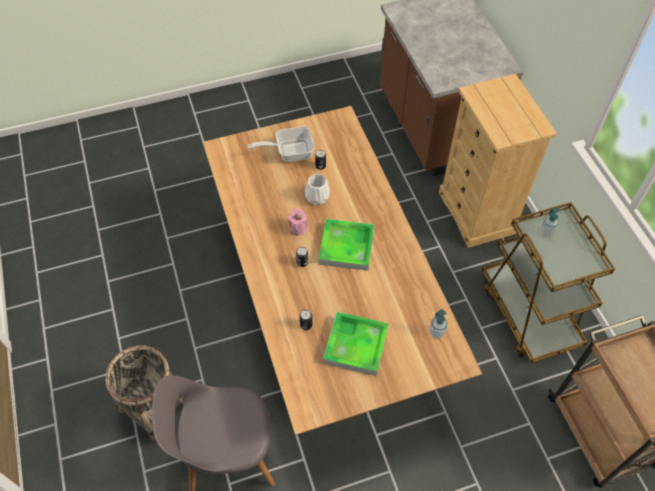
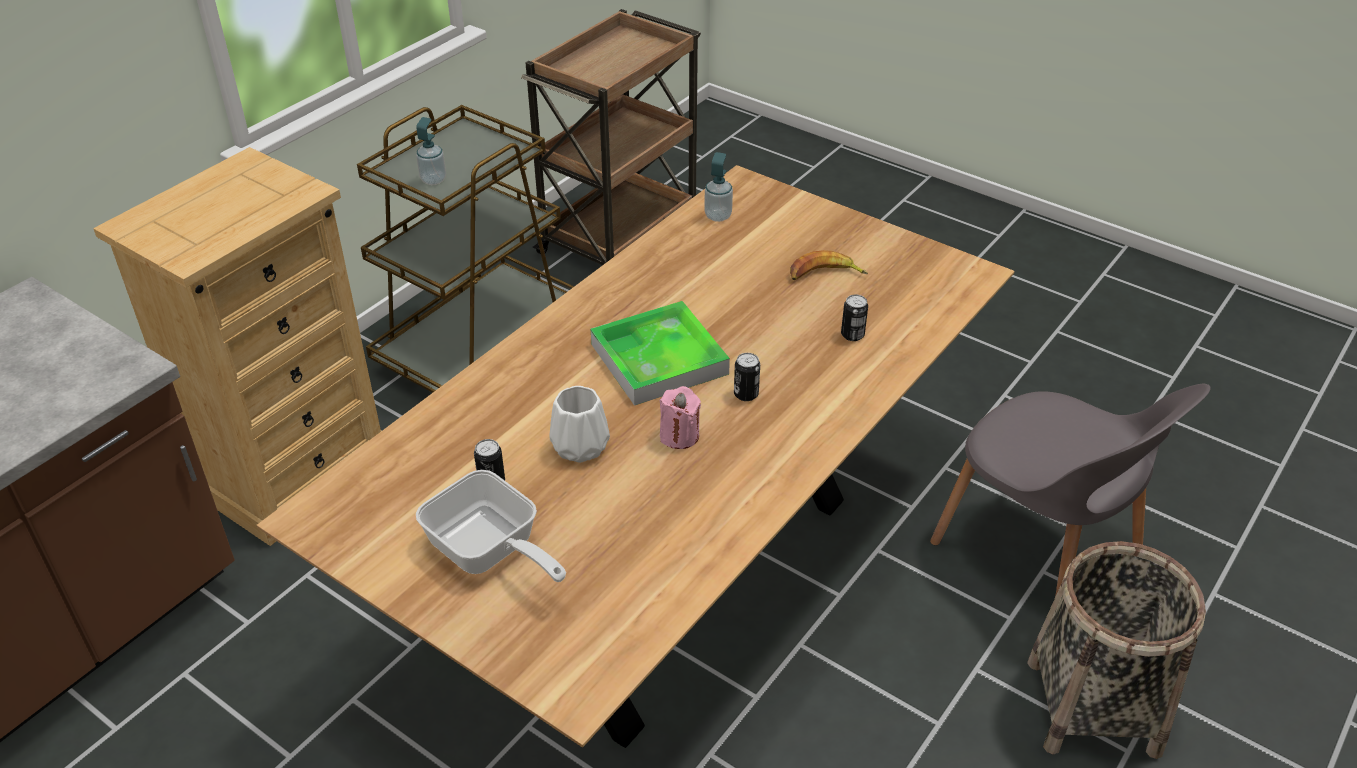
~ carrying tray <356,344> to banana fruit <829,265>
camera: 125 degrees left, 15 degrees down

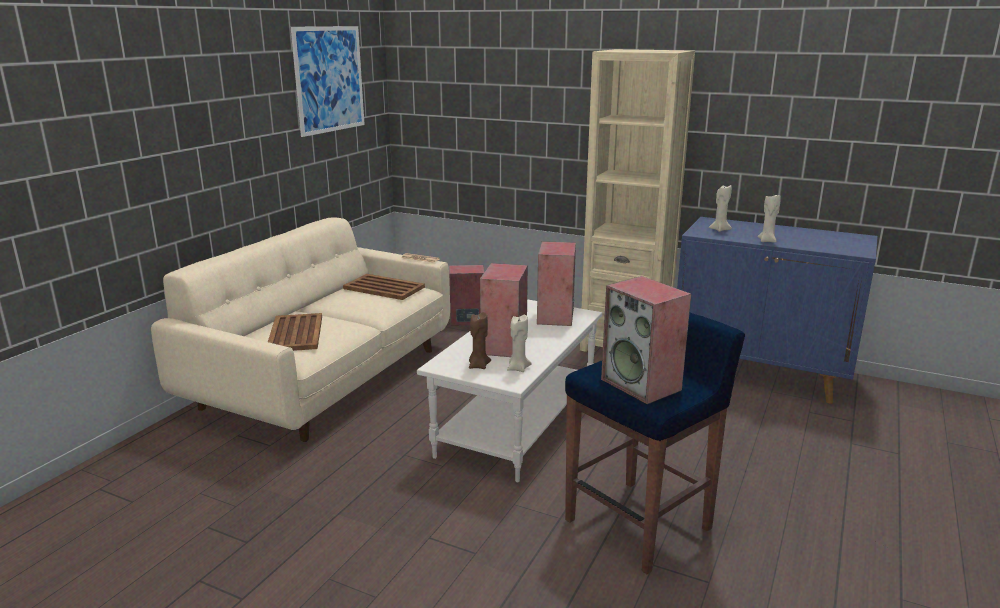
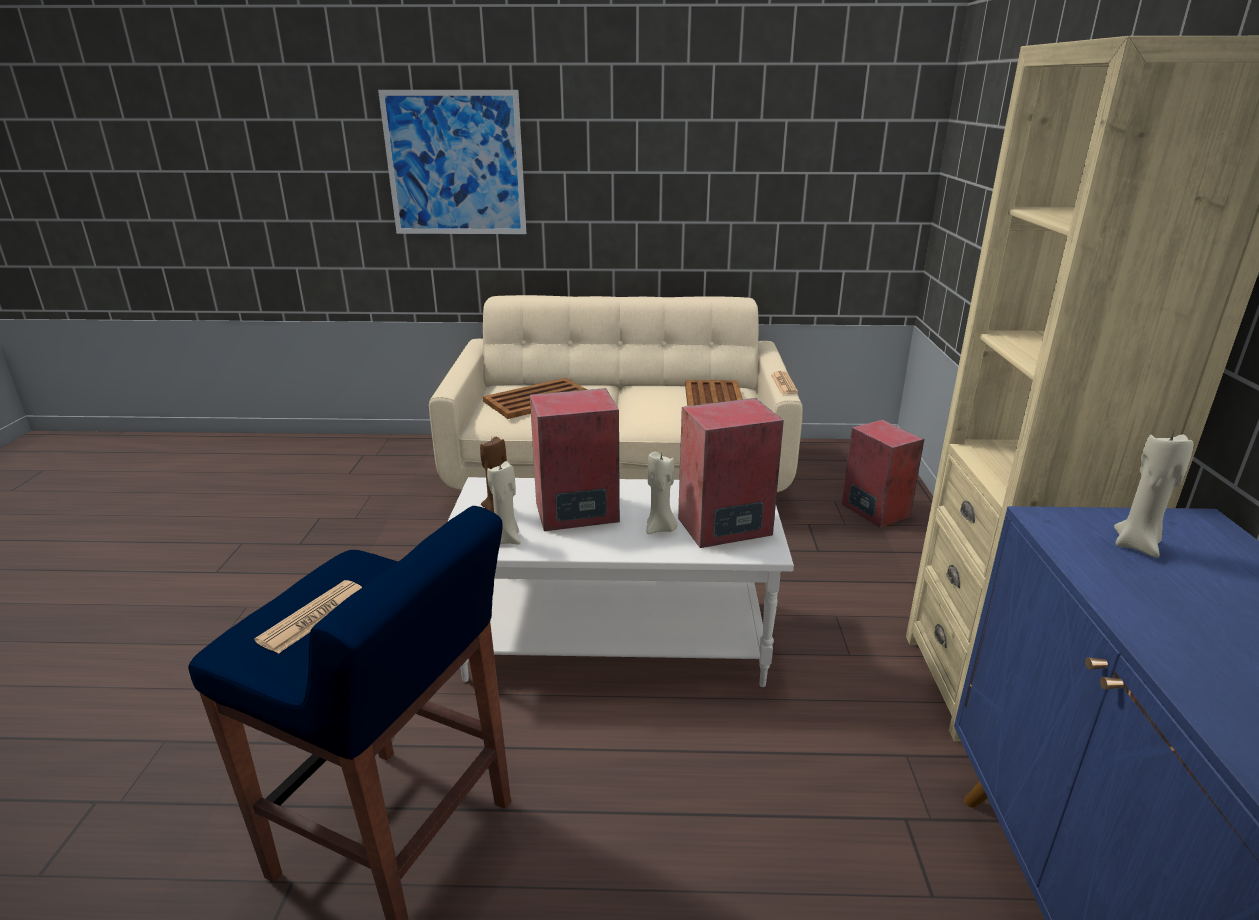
~ picture <328,81> to <452,162>
~ audio speaker <646,340> to newspaper <308,617>
~ sand-coloured candle <769,218> to <662,492>
camera: 65 degrees right, 5 degrees up

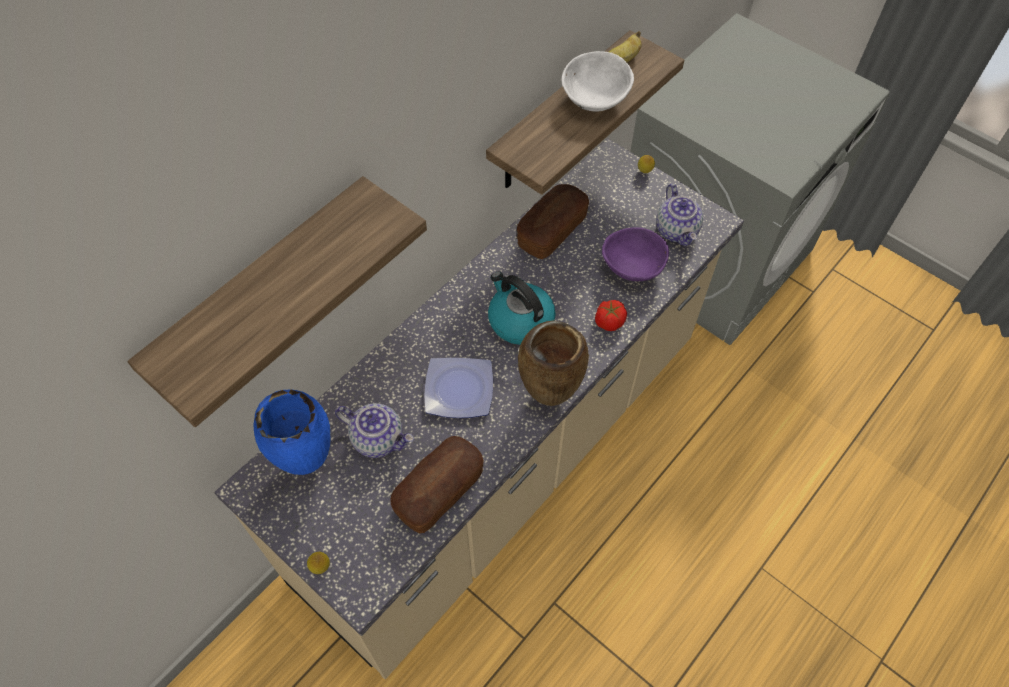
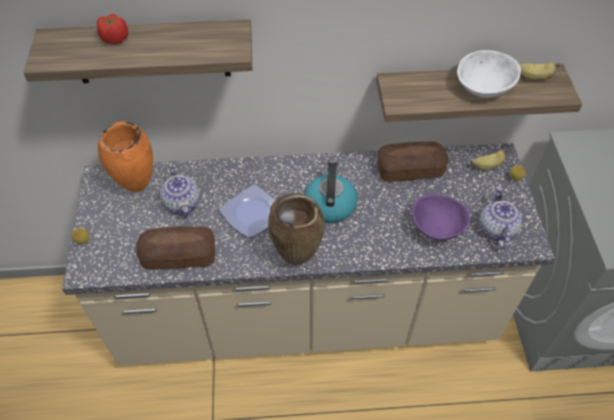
~ blue-coloured vase <292,432> to orange vase <125,156>
~ whole tomato <611,315> to <112,29>
~ tea pot <679,215> = <500,218> 150 degrees clockwise
+ banana fruit <489,159>
camera: 45 degrees right, 5 degrees down

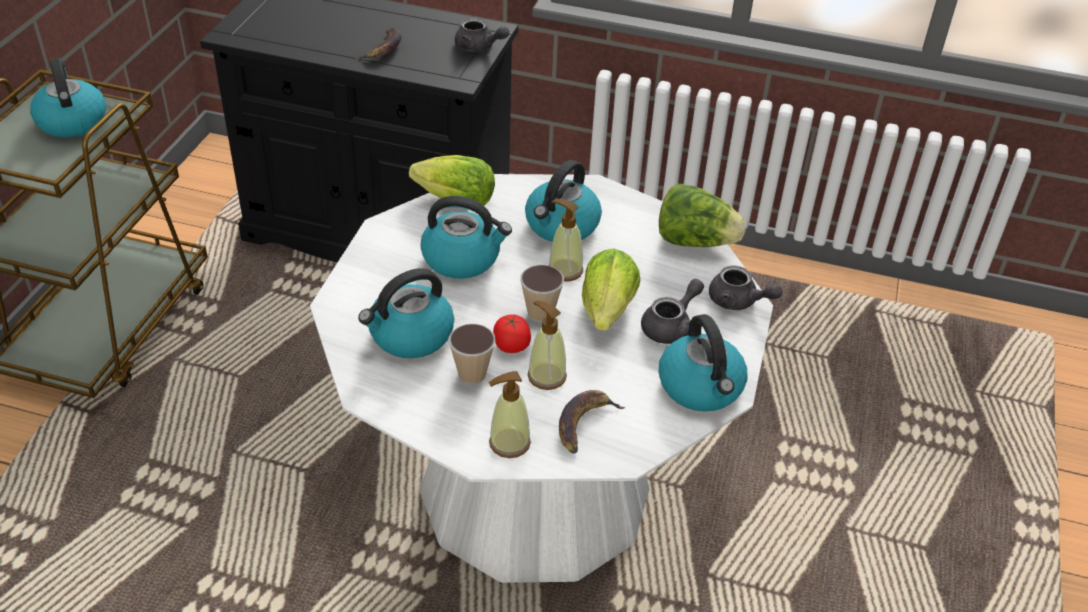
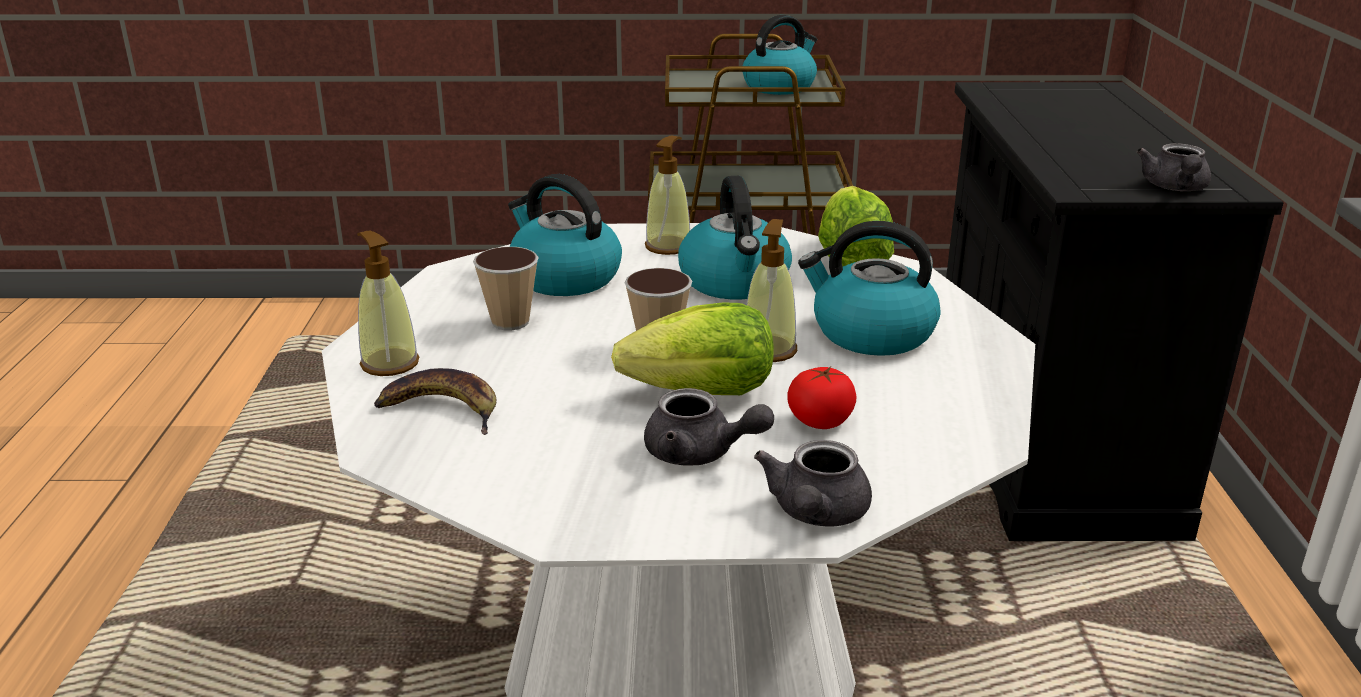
- banana fruit <378,44>
~ whole tomato <512,333> to <822,397>
~ soap dispenser <547,345> to <667,195>
- lettuce head <702,215>
- kettle <703,363>
camera: 75 degrees right, 15 degrees down

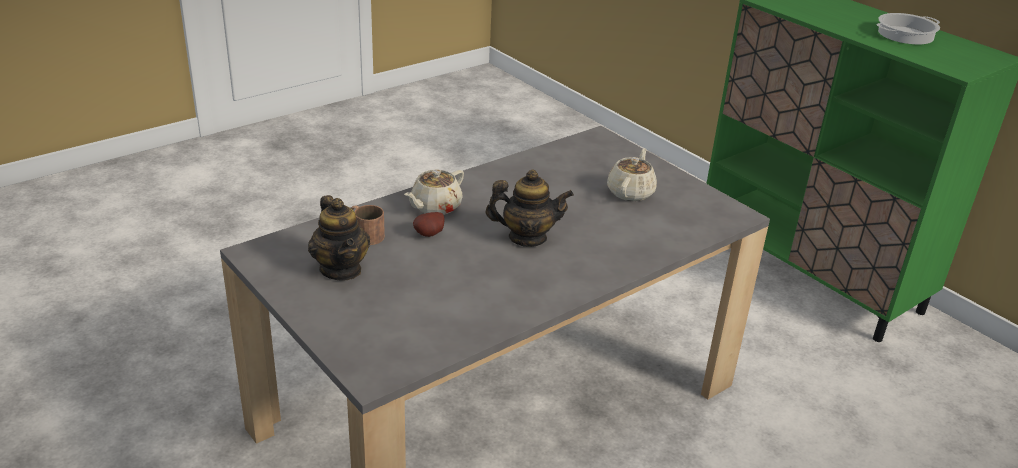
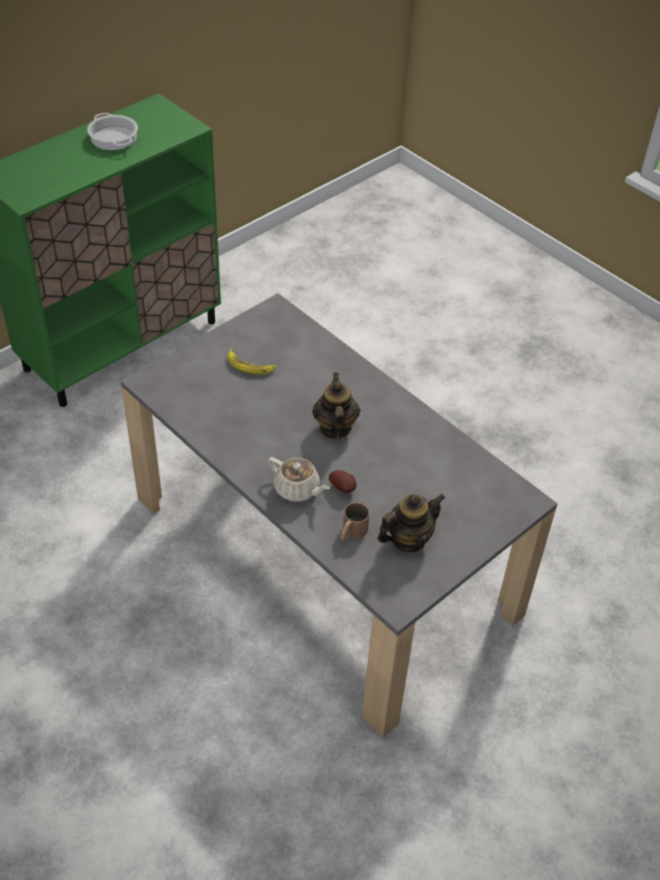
~ sand-coloured tea pot <632,174> to banana fruit <251,361>
camera: 95 degrees left, 15 degrees up

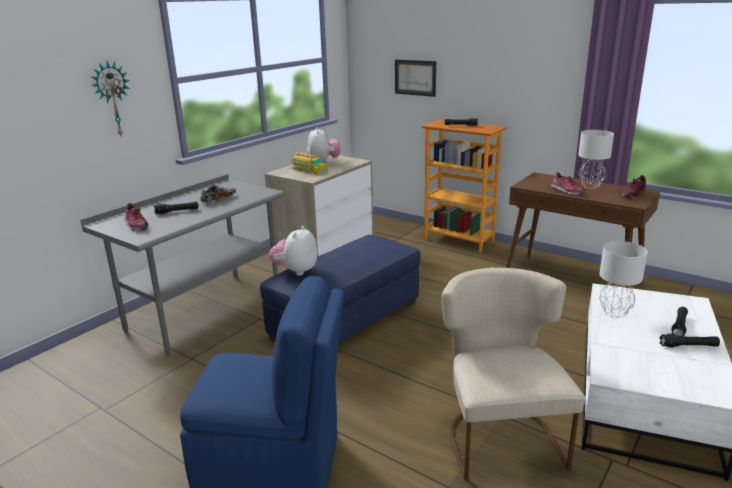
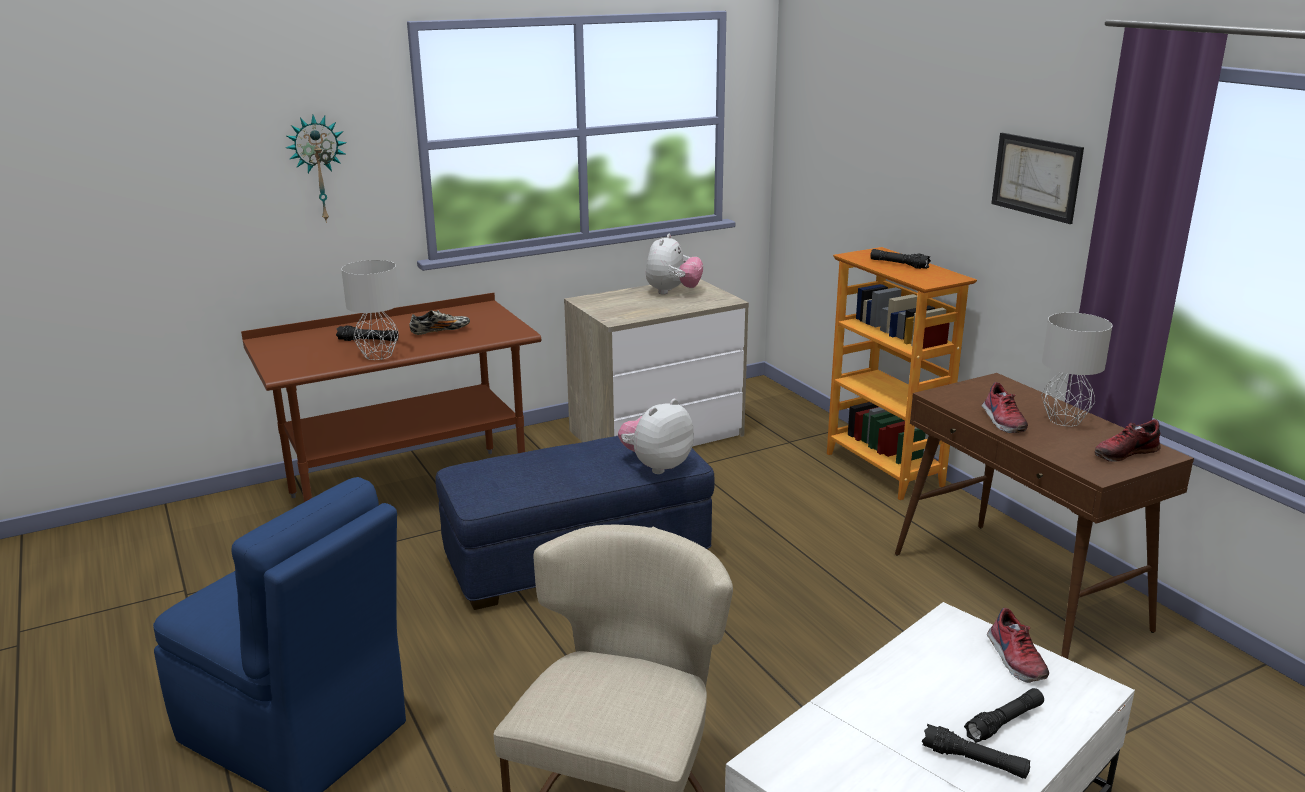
~ greyish desk <182,264> to brown desk <391,397>
~ shoe <136,217> to <1018,645>
~ soft toy <293,251> to <656,436>
- toy truck <310,163>
~ picture <415,78> to <1037,178>
~ greyish tabletop lamp <623,279> to <370,310>
camera: 25 degrees right, 0 degrees up

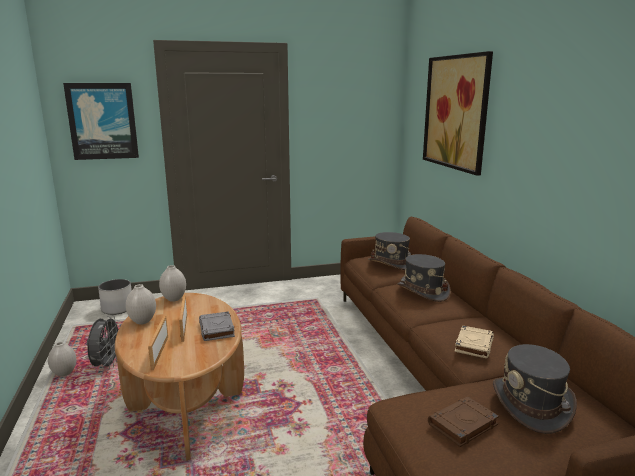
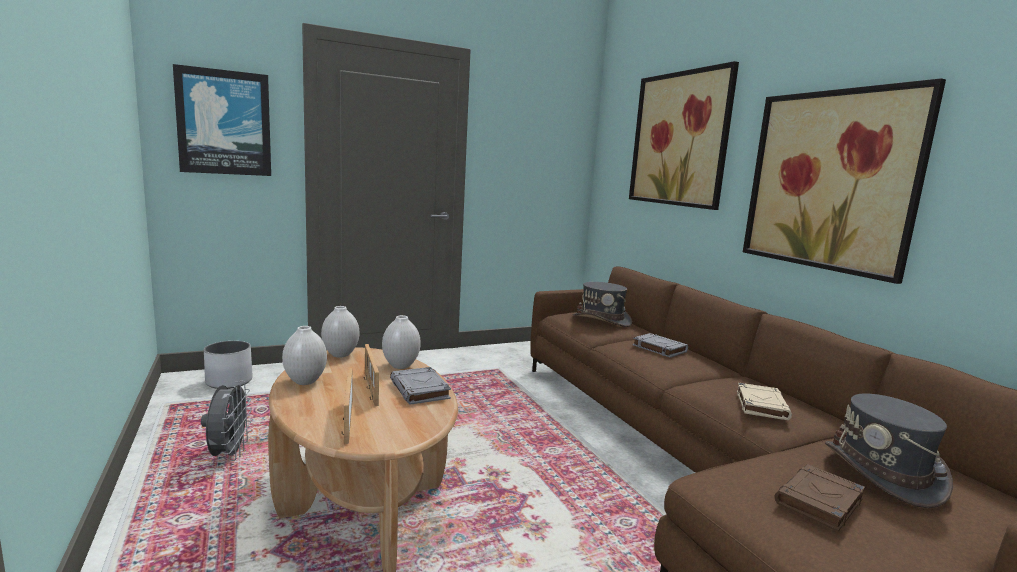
~ white-coloured vase <62,359> to <401,342>
~ greyish clothing hat <424,278> to greyish volume <660,345>
+ picture <844,181>
camera: 10 degrees left, 5 degrees down

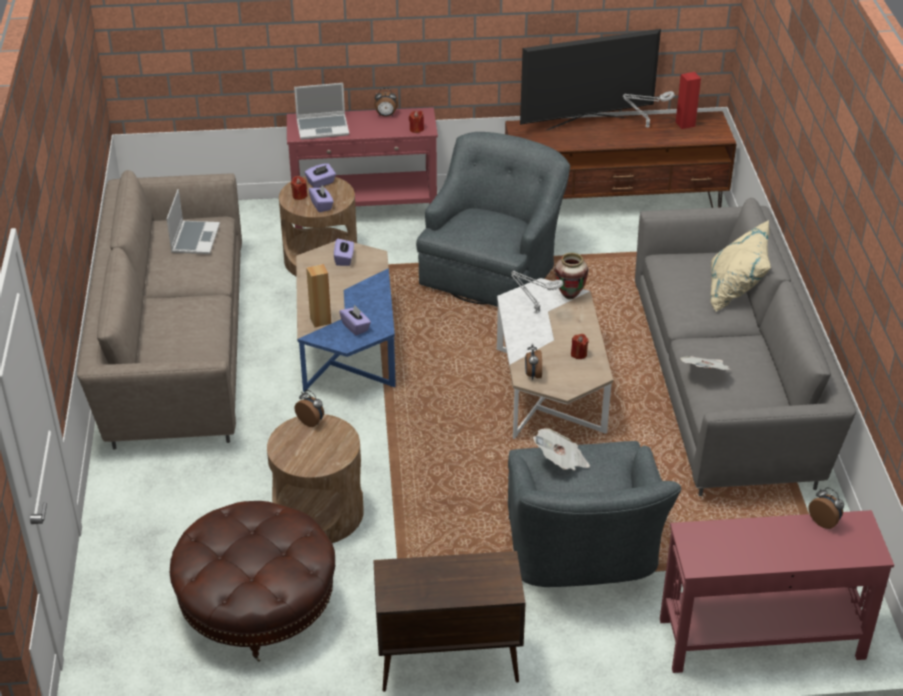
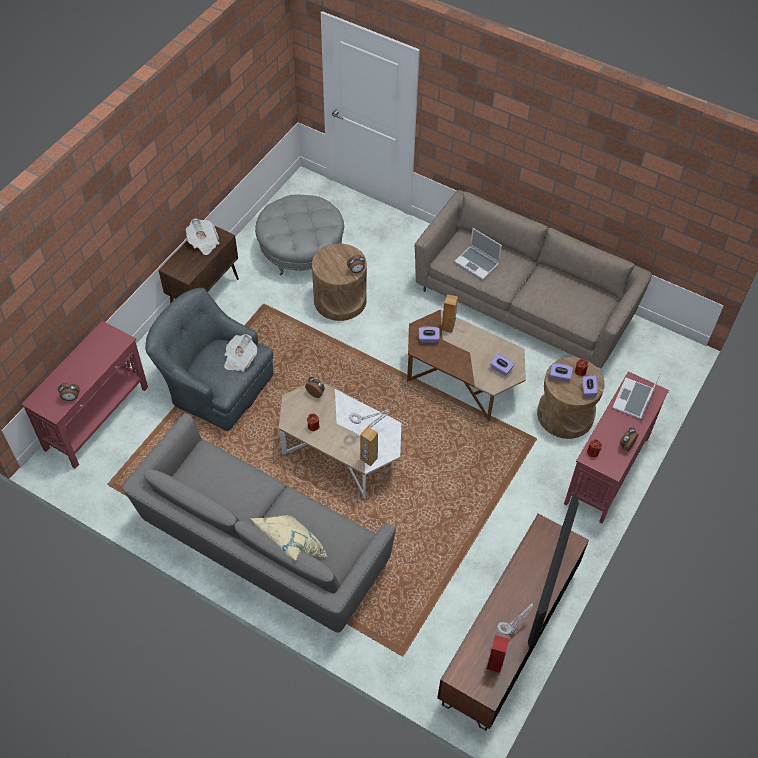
~ notebook computer <193,221> to <478,254>
~ brown ottoman <252,581> to greyish ottoman <299,234>
~ blue-coloured lounge table <346,315> to brown lounge table <466,365>
- greyish lounge chair <493,219>
~ vase <572,276> to brown audio speaker <369,446>
~ newspaper <705,363> to <203,236>
camera: 125 degrees right, 15 degrees up

